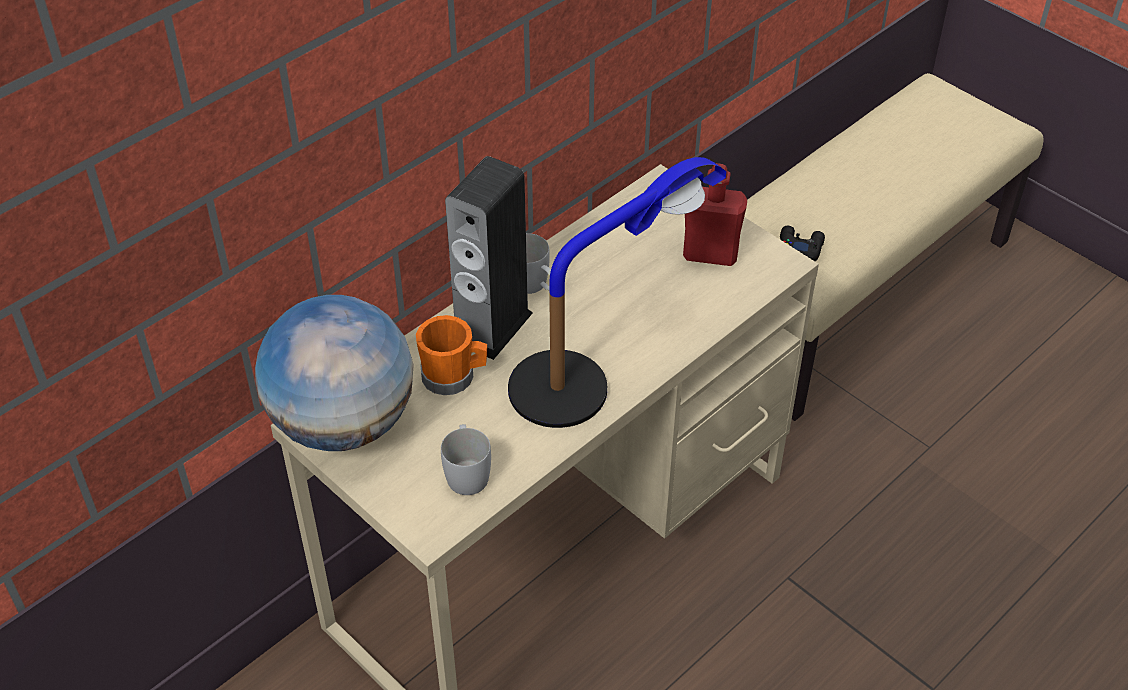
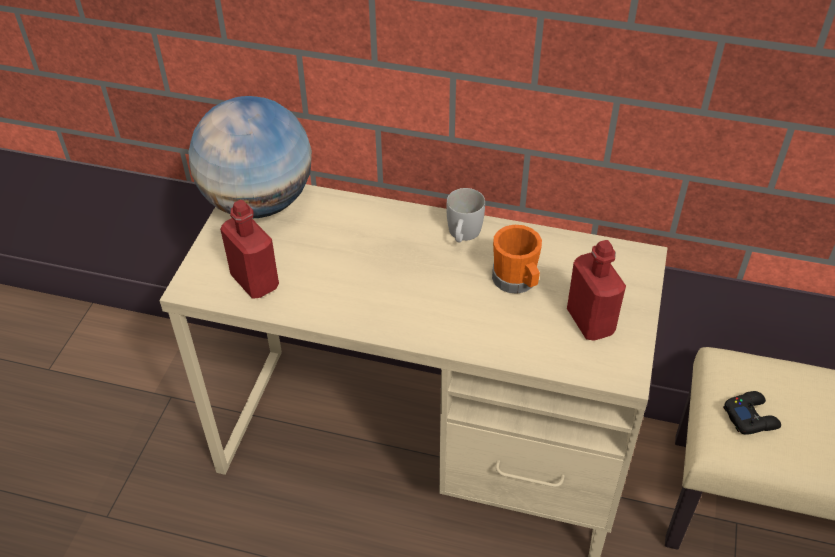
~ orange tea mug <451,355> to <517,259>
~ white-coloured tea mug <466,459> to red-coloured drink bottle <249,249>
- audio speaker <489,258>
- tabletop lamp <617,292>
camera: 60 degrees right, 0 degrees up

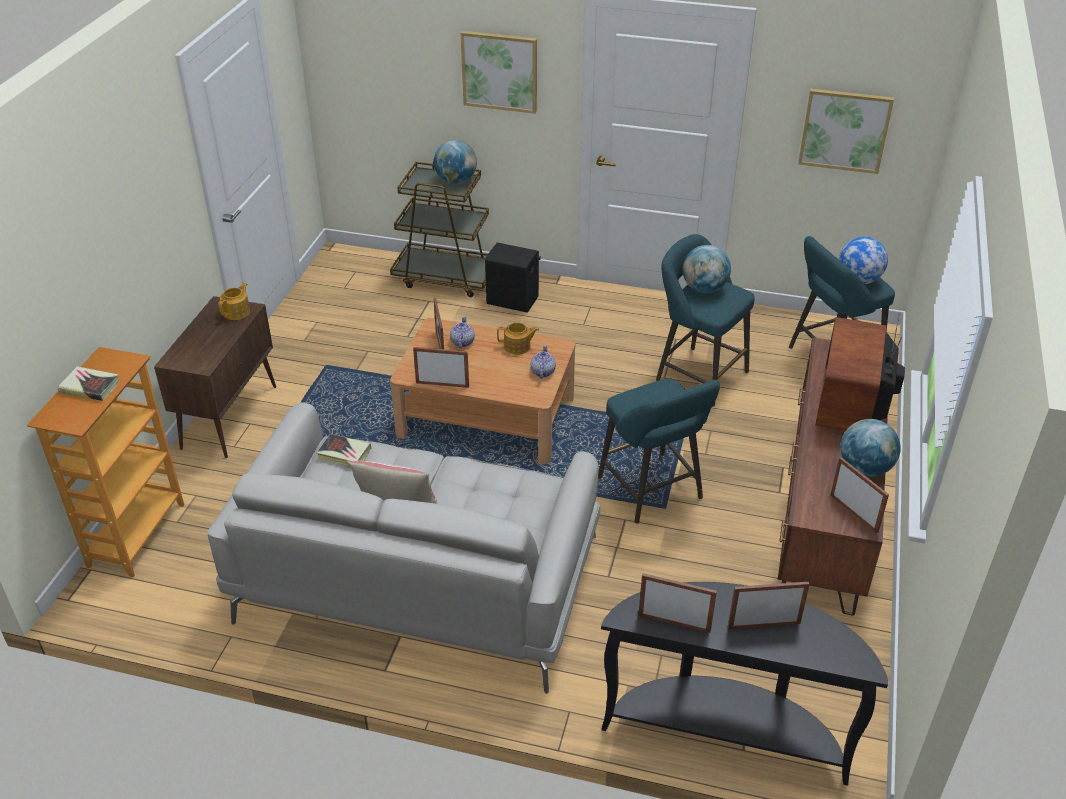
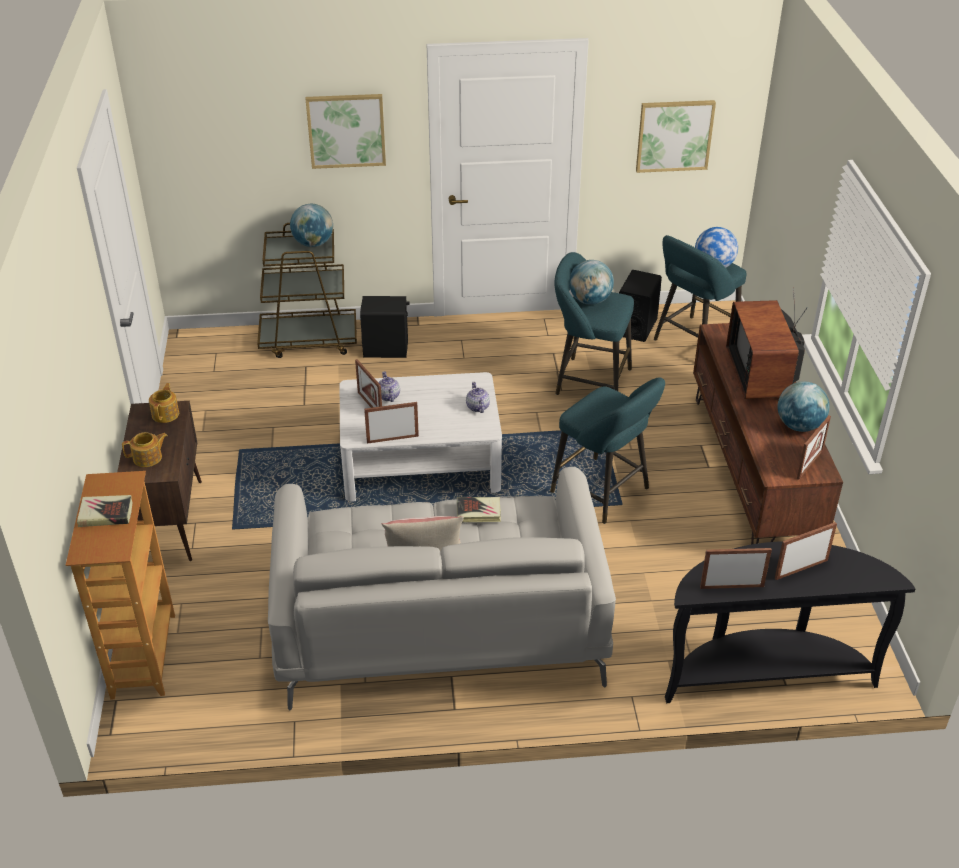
~ volume <344,449> to <479,509>
~ brown lounge table <483,391> to white-coloured lounge table <421,436>
~ tea pot <518,338> to <145,449>
~ picture frame <859,495> = <814,447> 90 degrees clockwise
+ blackish audio speaker <640,306>
camera: 20 degrees left, 0 degrees up

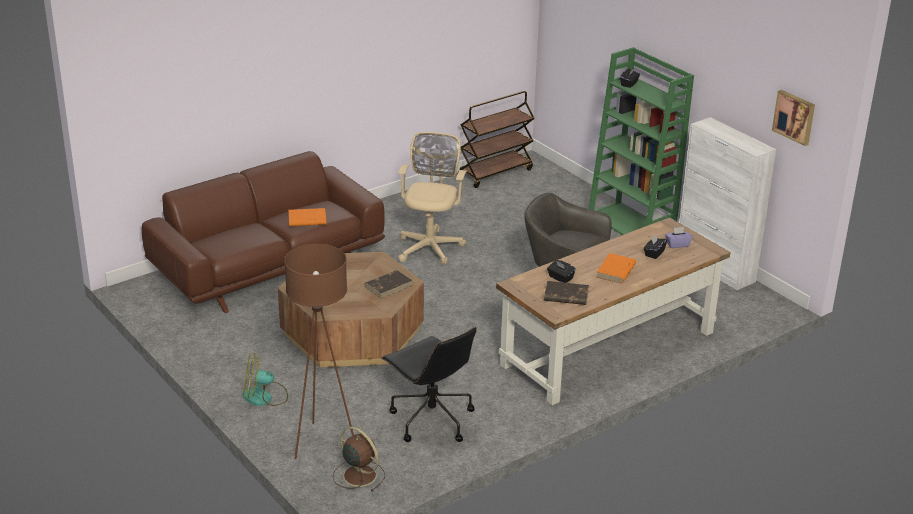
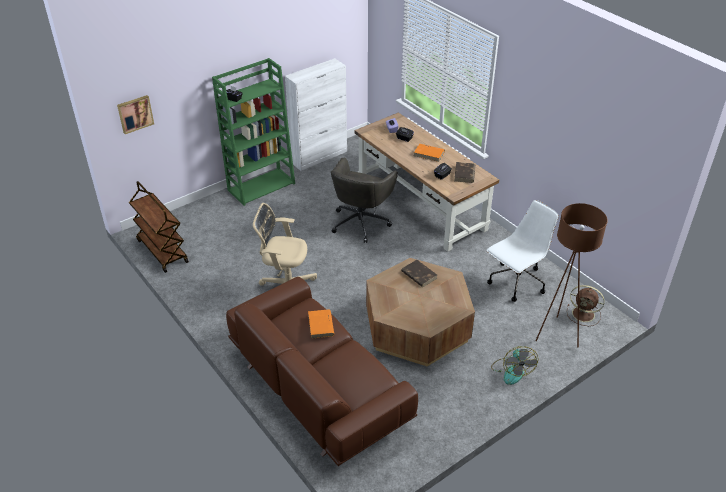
~ brown fan <359,459> = <586,305> 105 degrees counterclockwise
~ blackish computer chair <428,384> to white-coloured computer chair <522,251>
~ picture <793,118> to <135,114>
camera: 90 degrees left, 10 degrees up

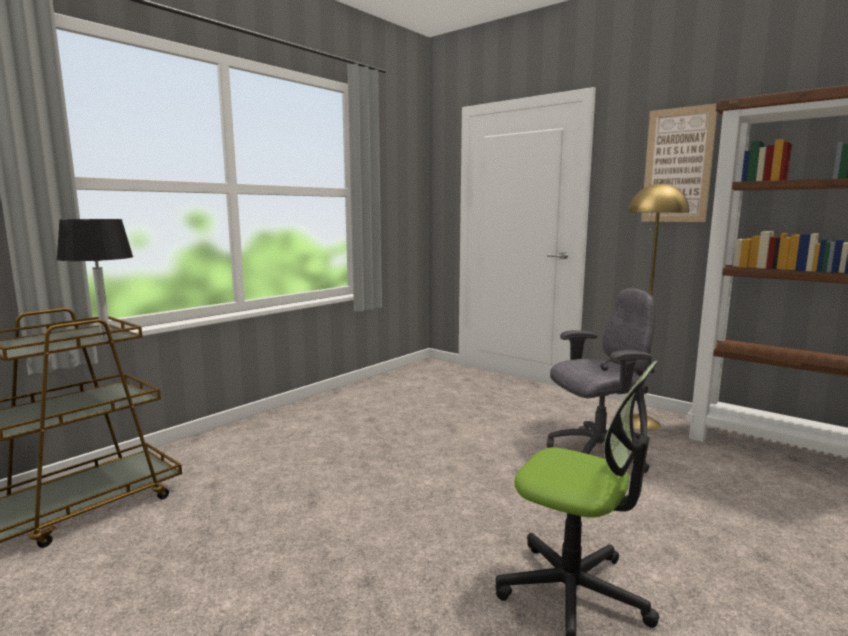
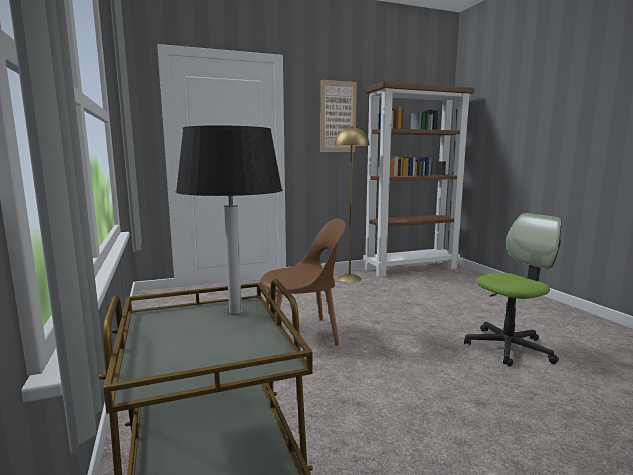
- greyish computer chair <600,380>
+ brown upright chair <303,282>
camera: 60 degrees left, 0 degrees up

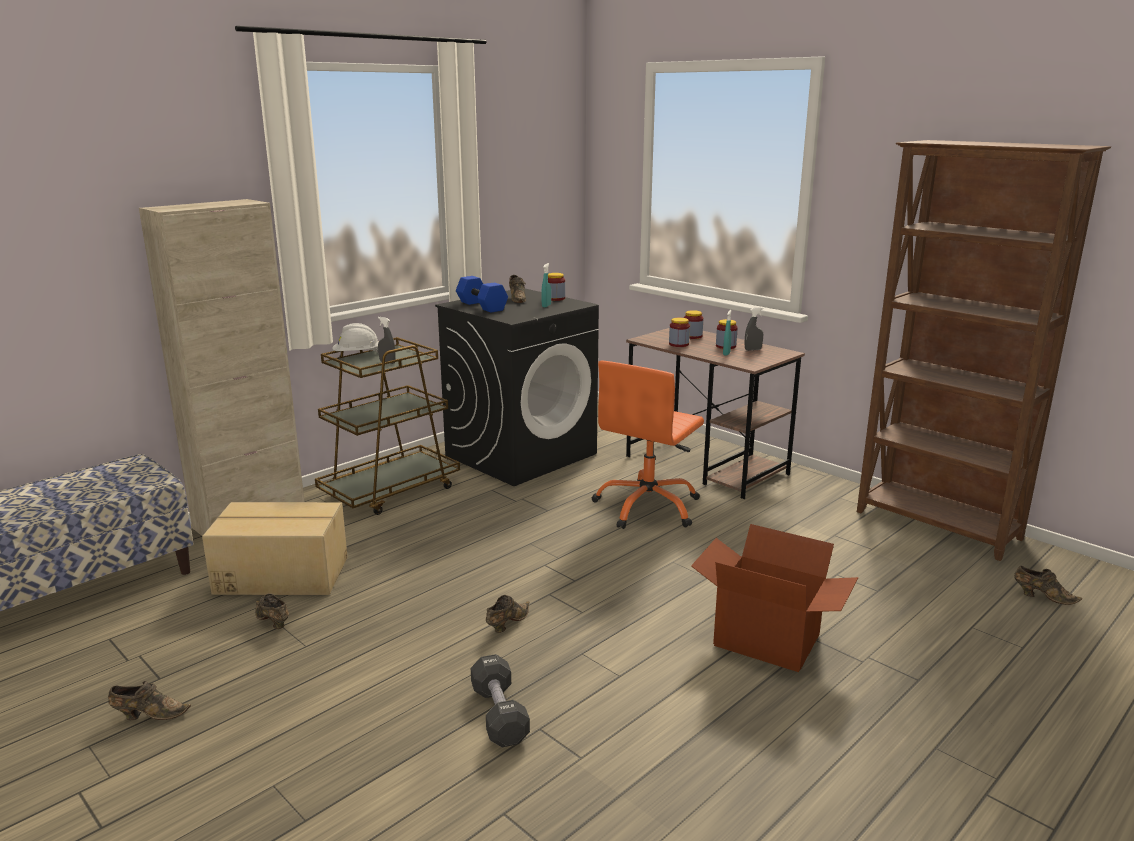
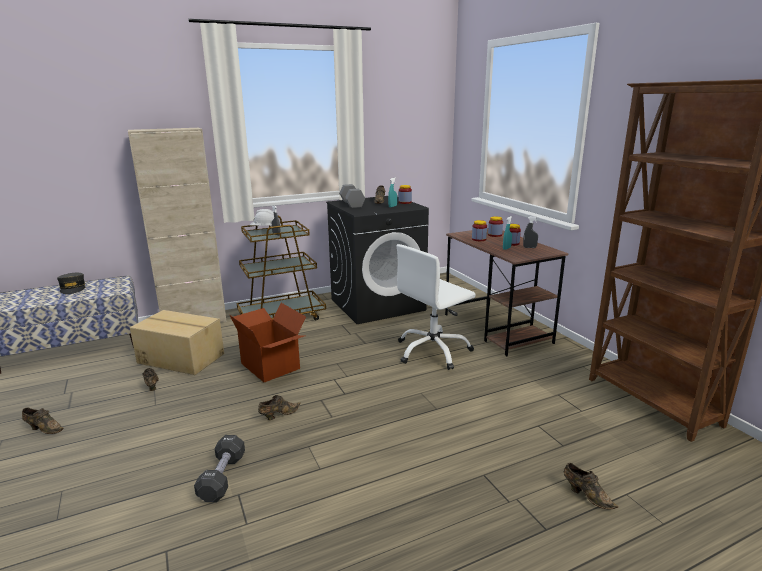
~ blue-coloured dumbbell <482,294> to greyish dumbbell <352,196>
~ orange computer chair <647,445> to white-coloured computer chair <436,307>
~ carton <774,598> to <268,342>
~ brown shoe <1048,585> to <591,486>
+ greyish cap <71,283>
camera: 20 degrees right, 0 degrees up

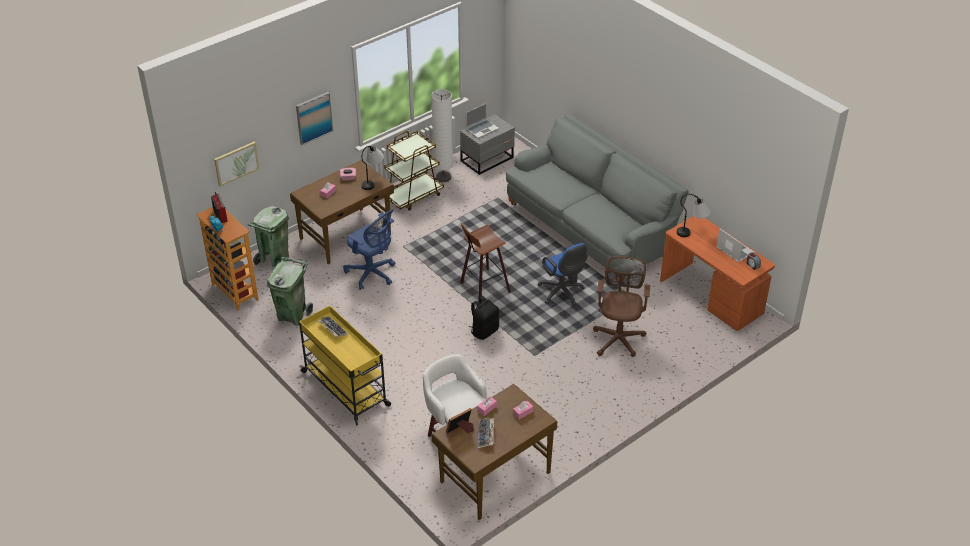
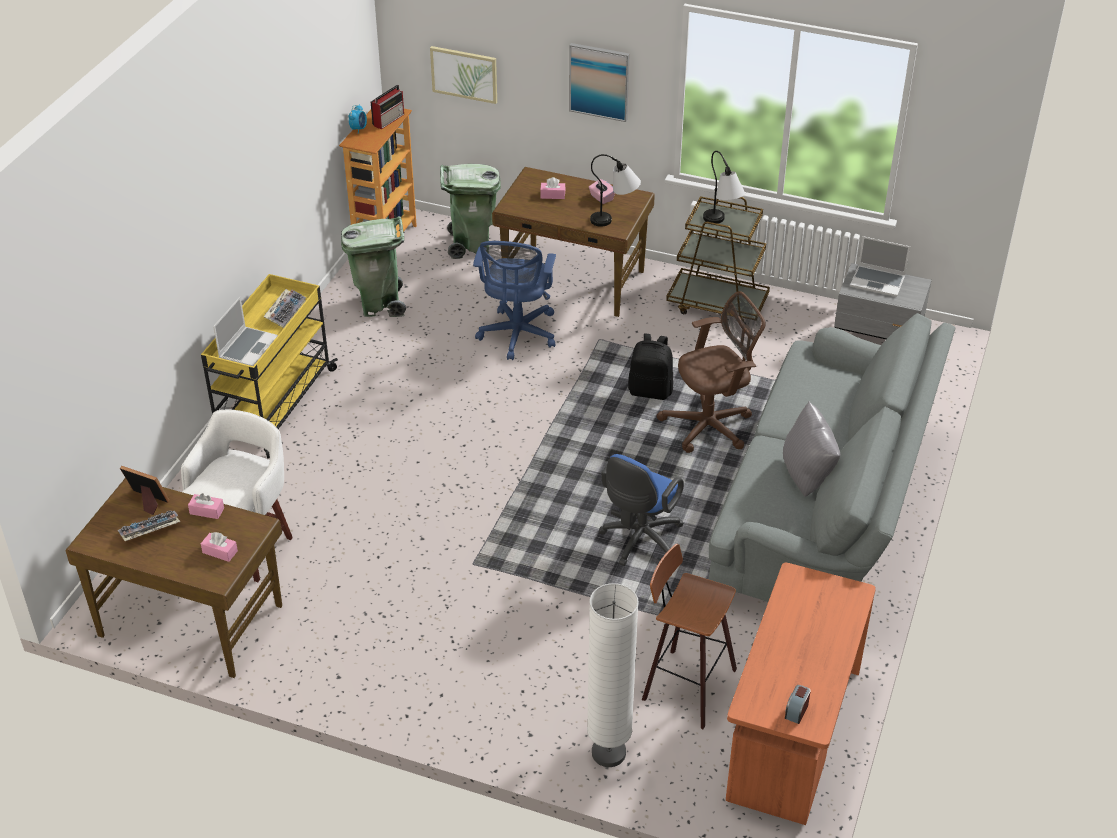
~ white-coloured standing lamp <442,135> to <613,675>
~ sitting stool <485,262> to <689,636>
~ blackish rucksack <483,318> to <650,366>
~ brown computer chair <621,306> to <711,372>
~ tabletop lamp <694,215> to <724,187>
~ notebook computer <735,245> to <245,331>
+ greyish pillow <811,448>
camera: 60 degrees right, 0 degrees up

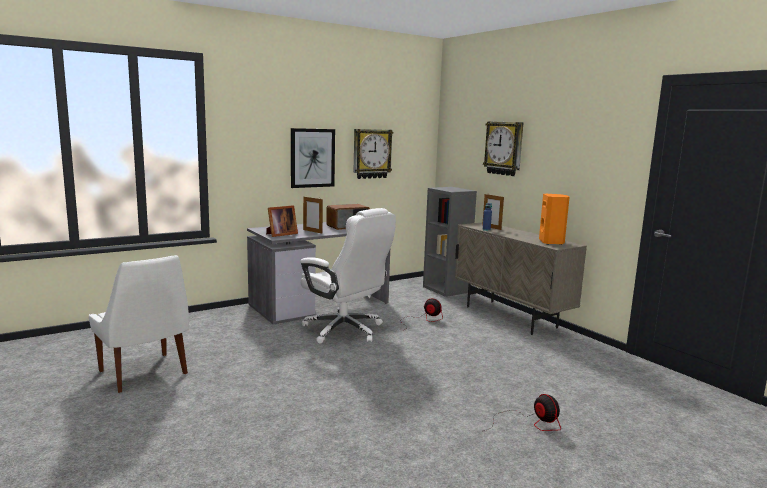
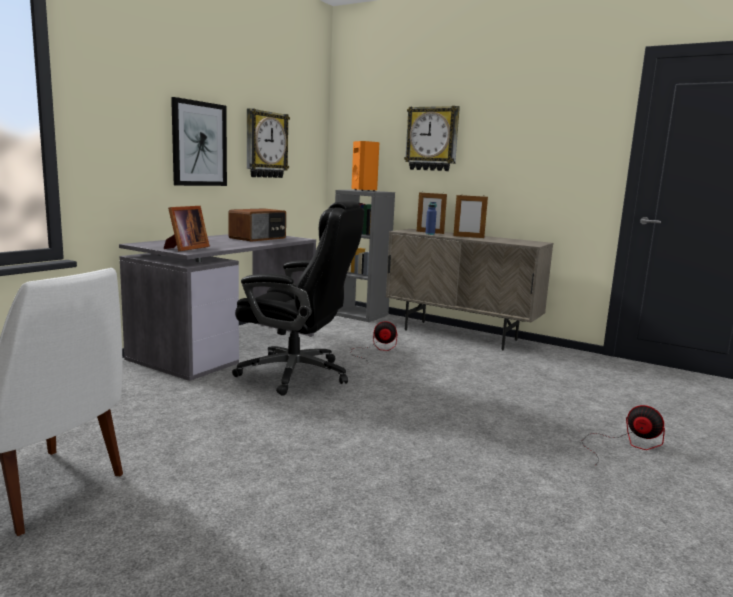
~ white-coloured computer chair <348,276> to blackish computer chair <298,298>
~ picture frame <313,215> to <470,216>
~ orange audio speaker <554,219> to <365,166>
camera: 25 degrees left, 0 degrees up

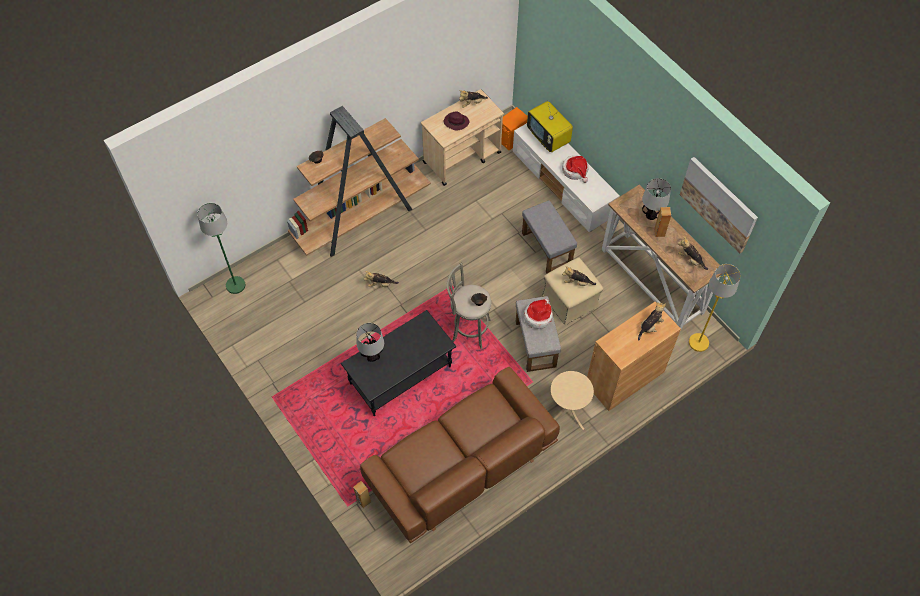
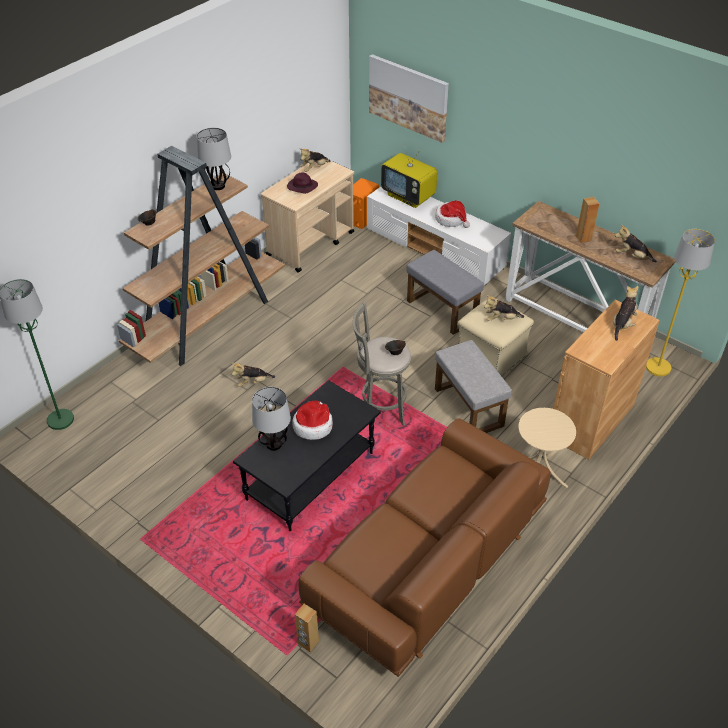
~ clothing hat <538,314> to <312,420>
~ tabletop lamp <656,199> to <214,159>
~ picture <719,205> to <409,98>
camera: 15 degrees left, 15 degrees down

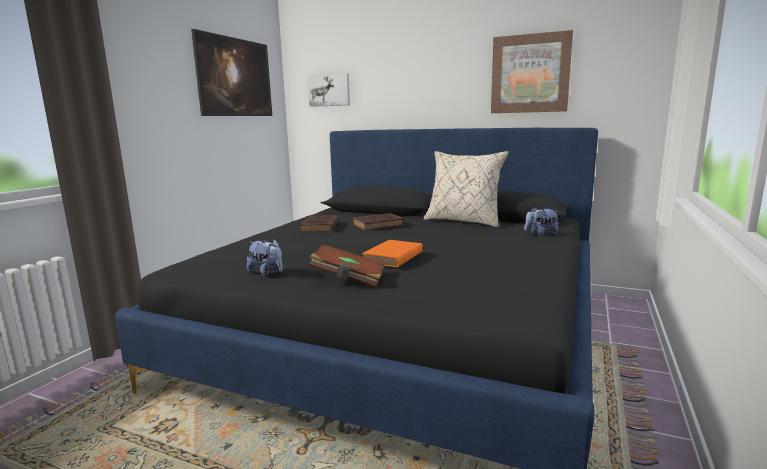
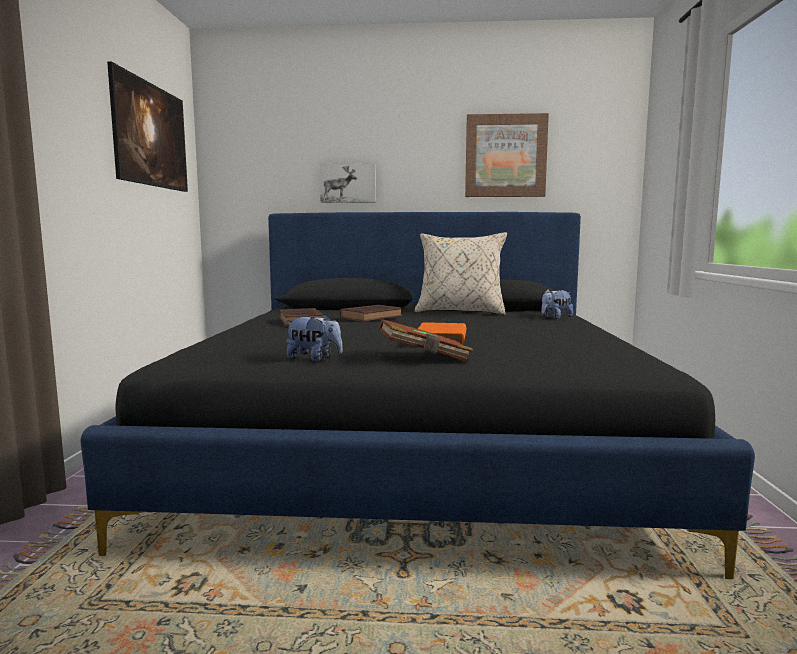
~ picture <329,90> to <348,183>
camera: 20 degrees left, 5 degrees down

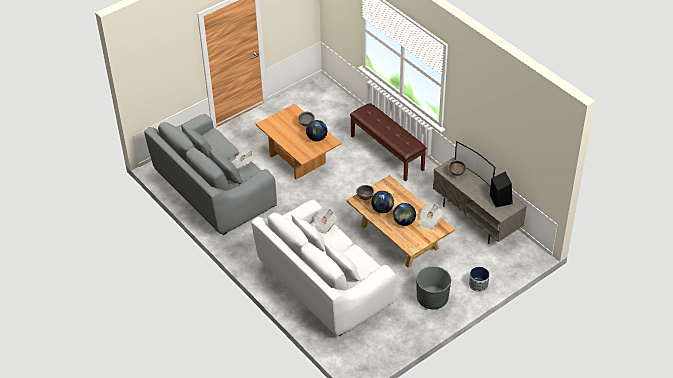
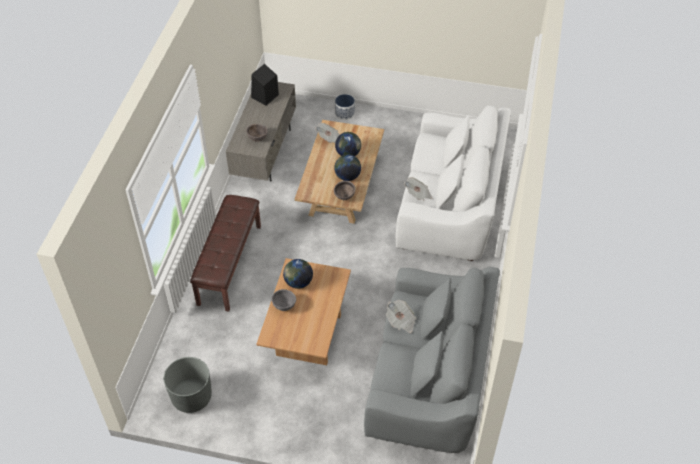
~ greyish flower pot <433,287> to <188,385>
- television <475,163>
camera: 130 degrees left, 5 degrees up

